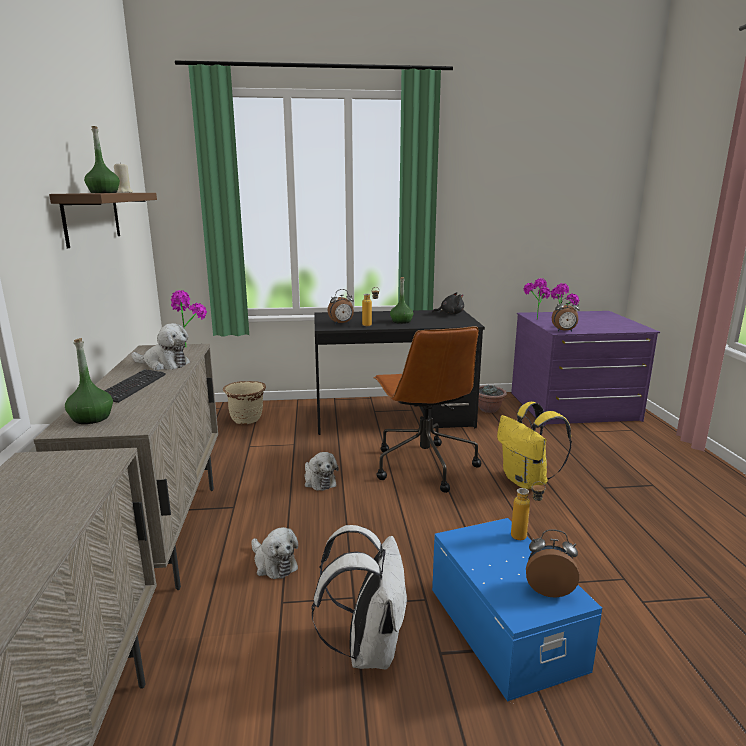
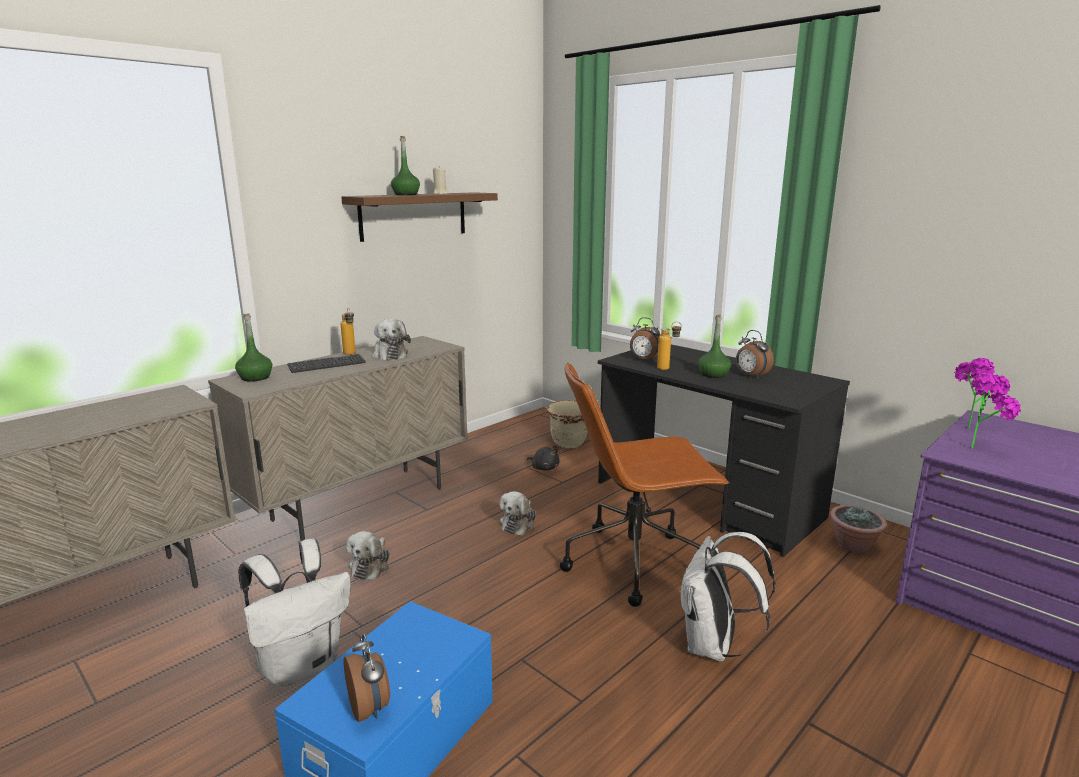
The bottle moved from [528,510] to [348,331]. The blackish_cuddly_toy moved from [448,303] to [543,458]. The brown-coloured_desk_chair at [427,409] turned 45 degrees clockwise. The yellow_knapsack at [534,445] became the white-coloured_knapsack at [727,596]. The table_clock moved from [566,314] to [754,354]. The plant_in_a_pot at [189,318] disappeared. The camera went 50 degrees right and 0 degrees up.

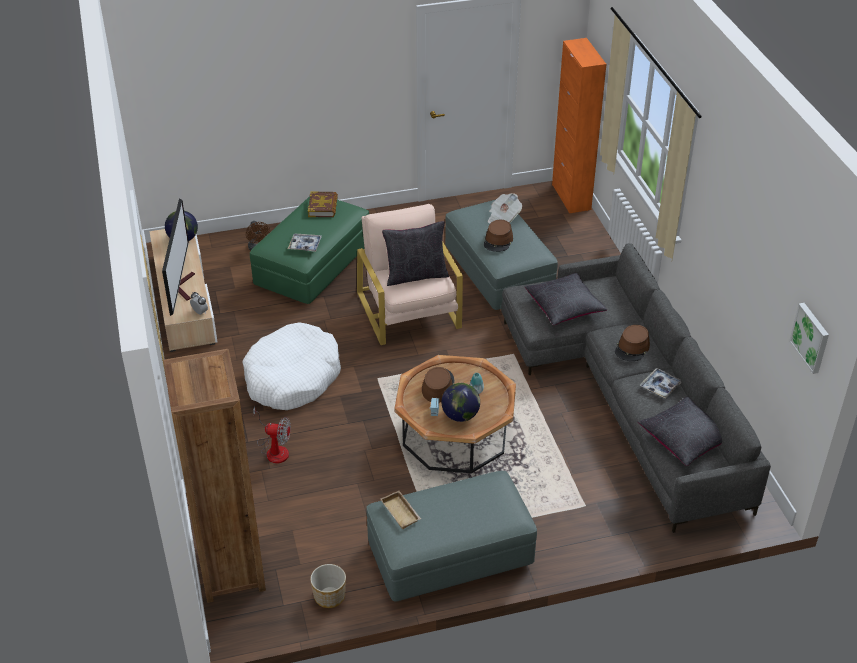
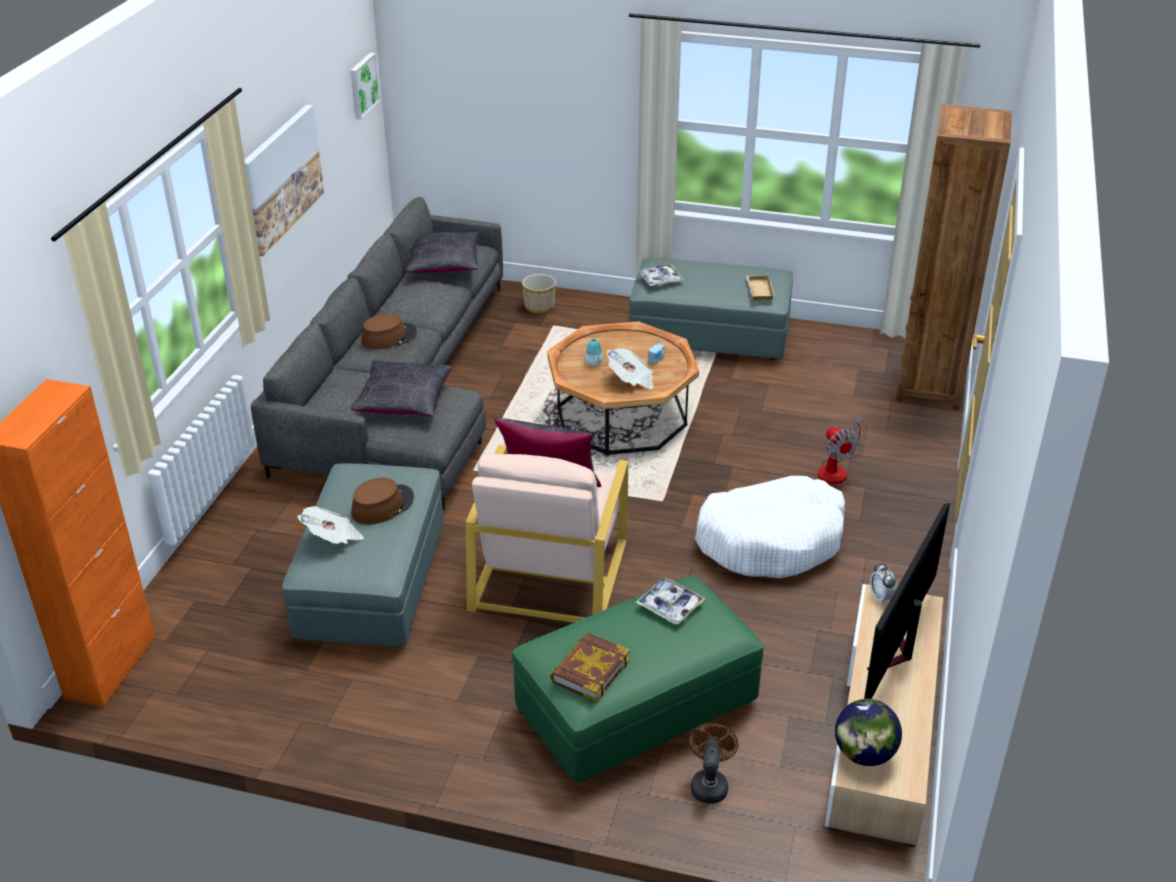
The picture at [284,180] appeared. The flower_pot moved from [328,586] to [539,294]. The brown-coloured_clothing_hat at [438,385] was replaced by the printed_paper at [630,368]. The carrying_tray moved from [661,383] to [660,274]. The fan at [272,434] turned 150 degrees counterclockwise. The world_globe at [461,402] disappeared. The camera went 150 degrees left and 5 degrees down.

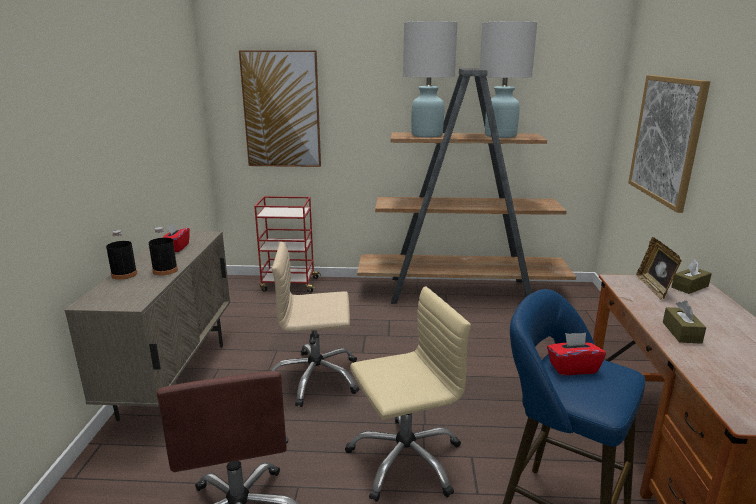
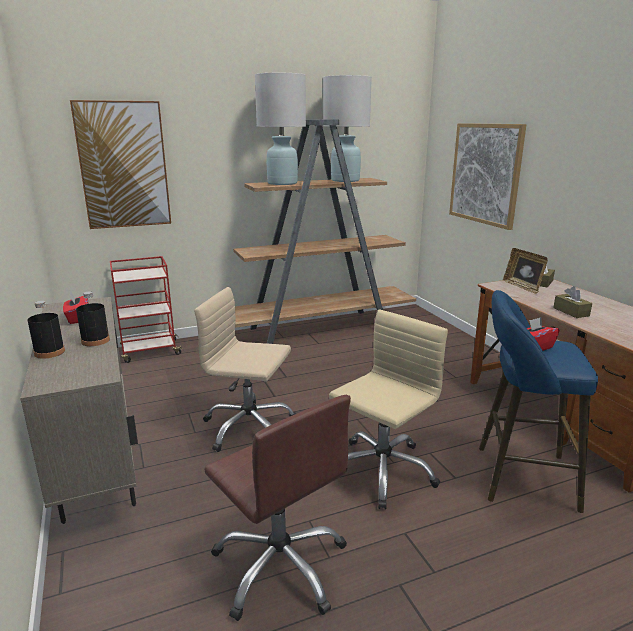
The beige_desk_chair at [315,324] turned 45 degrees clockwise. The camera went 25 degrees left and 0 degrees up.

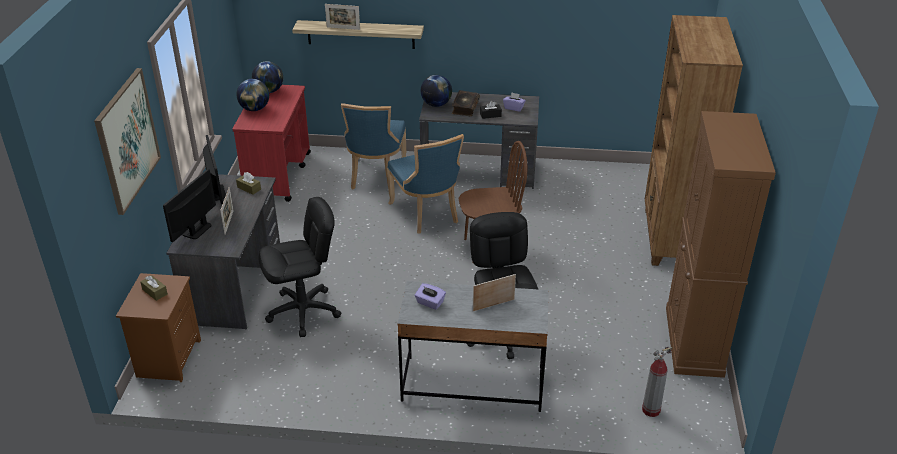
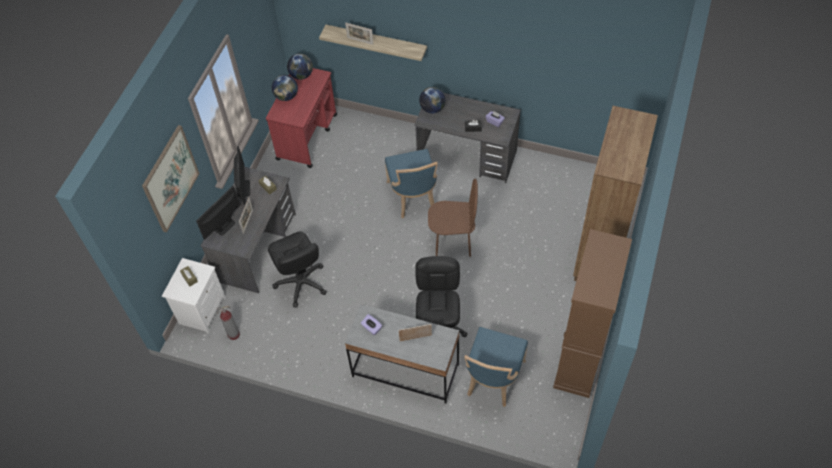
The brown-coloured_night_table at [158,327] became the white-coloured_night_table at [194,295]. The extinguisher moved from [657,382] to [228,322]. The blackish_desk_chair at [299,267] turned 75 degrees clockwise. The blue-coloured_upright_chair moved from [373,146] to [496,367]. The bound_book at [466,103] disappeared. The camera went 15 degrees right and 20 degrees up.

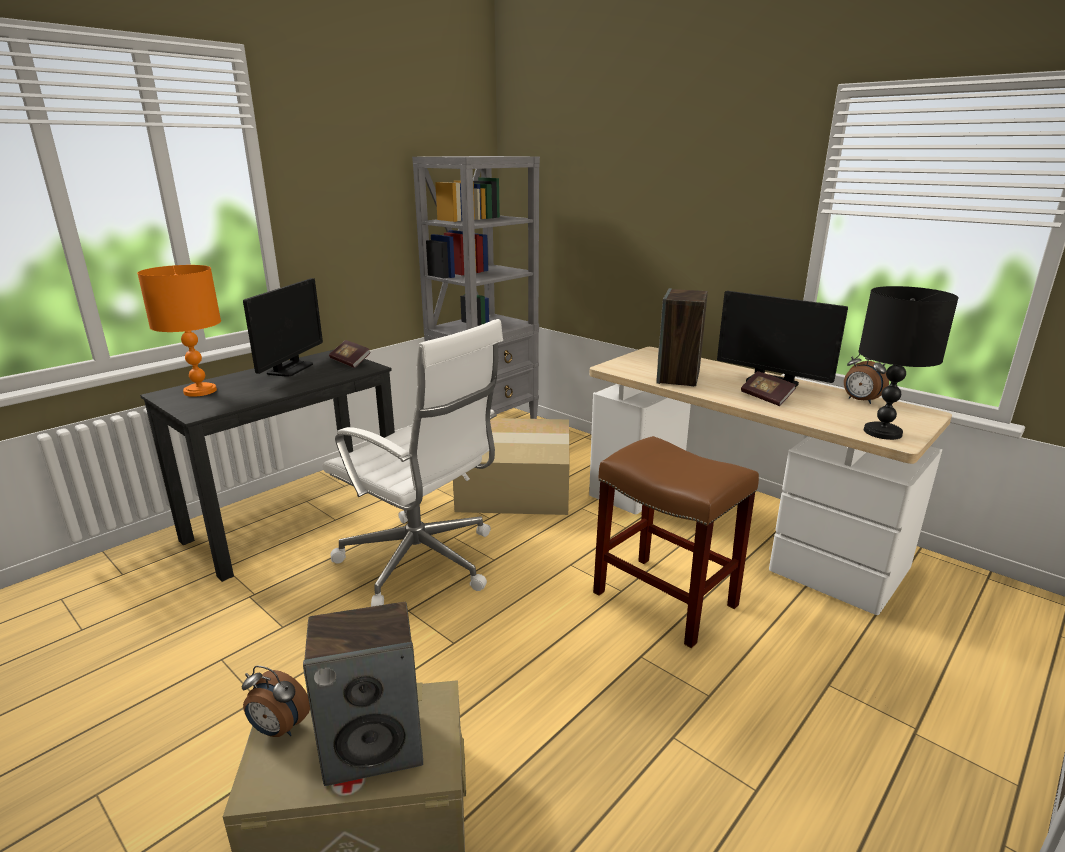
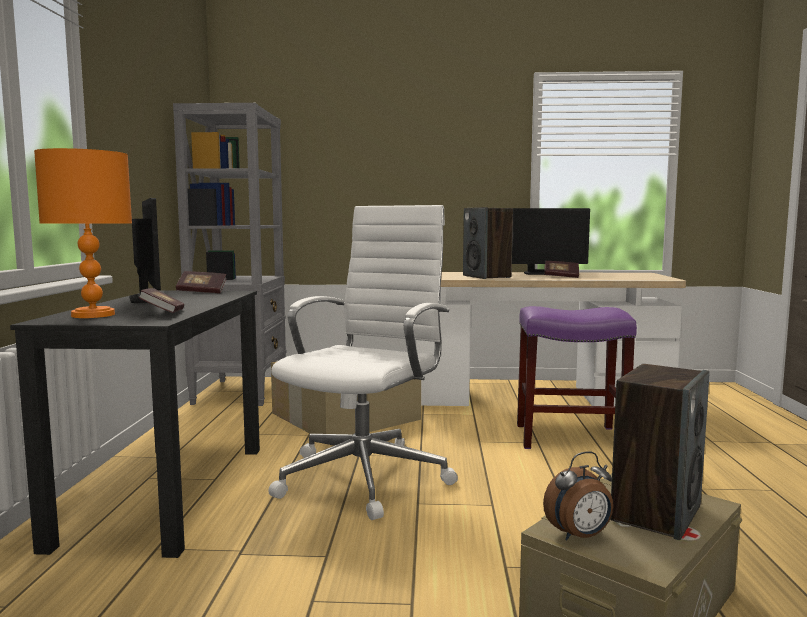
The bound_book at [161,300] appeared. The white-coloured_desk_chair at [413,463] turned 60 degrees counterclockwise. The brown-coloured_stool_seat at [676,542] became the purplish_stool_seat at [577,377]. The table_clock at [866,378] disappeared. The blackish_lamp_for_a_table at [908,363] disappeared. The camera went 40 degrees left and 15 degrees down.

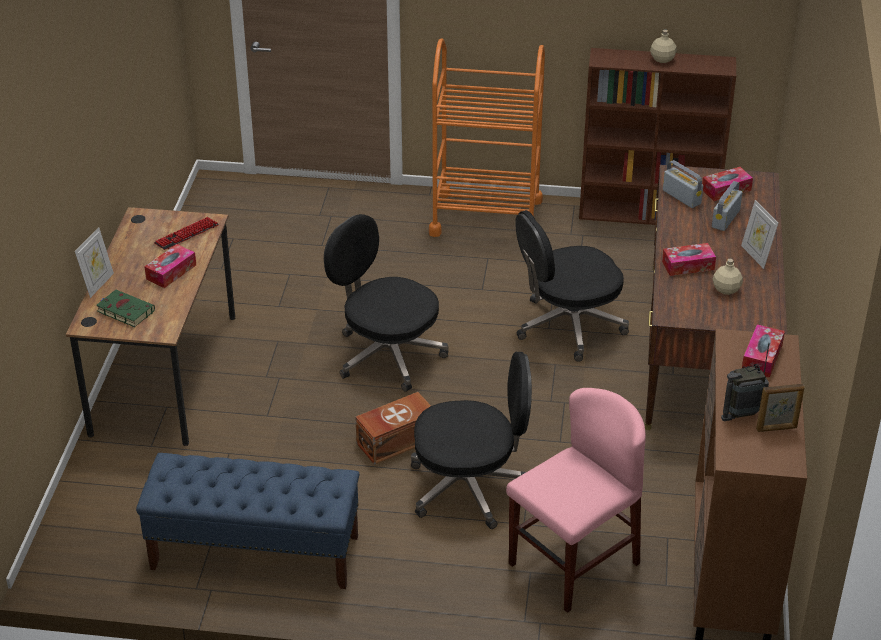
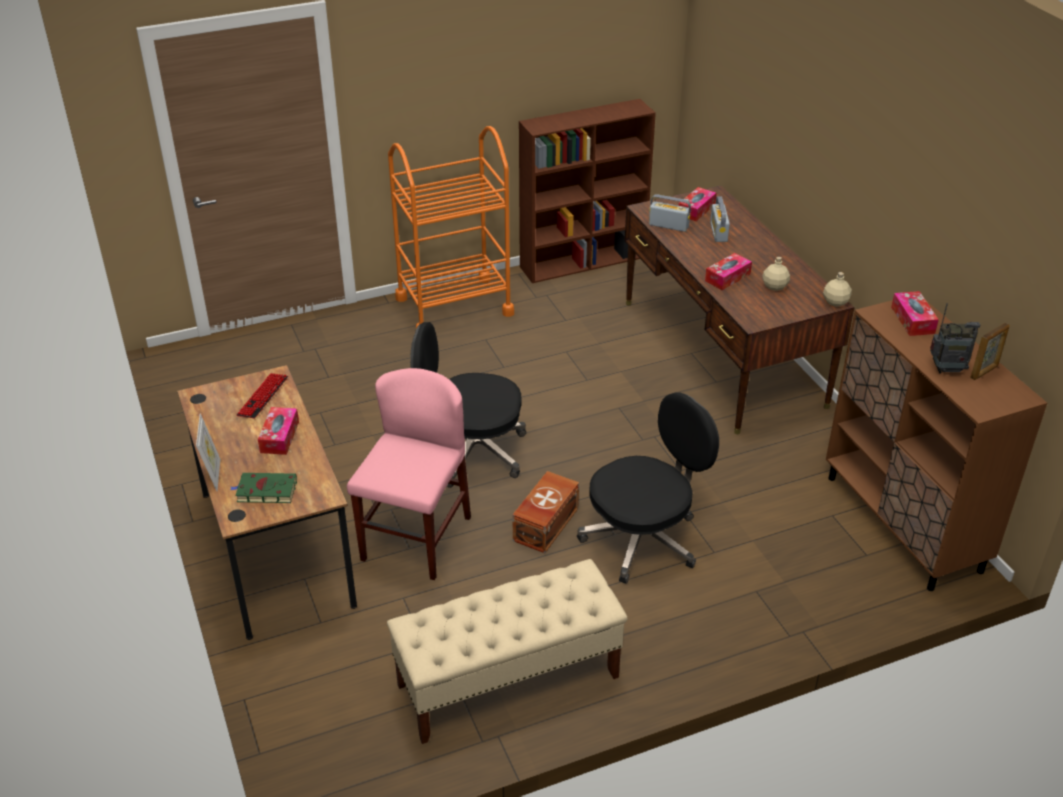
The pinkish_upright_chair moved from [576,500] to [409,474]. The blue-coloured_long_seat at [247,521] became the beige_long_seat at [507,651]. The beige_bottle moved from [663,46] to [837,289]. The radio_set at [745,382] turned 135 degrees counterclockwise. The blackish_desk_chair at [572,286] disappeared. The photo_frame at [759,234] disappeared. The camera went 30 degrees left and 0 degrees up.

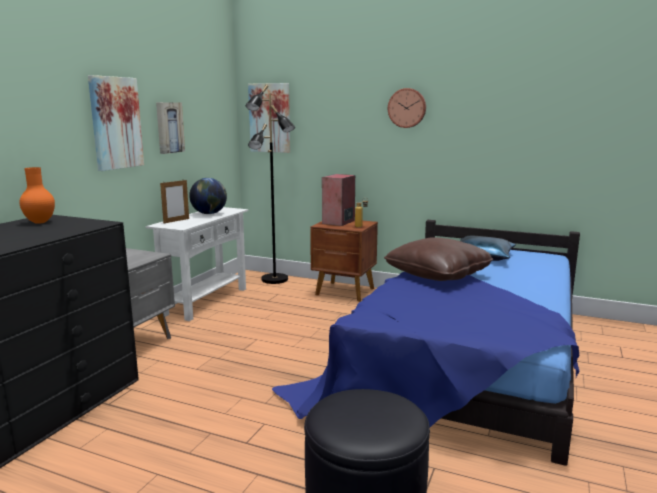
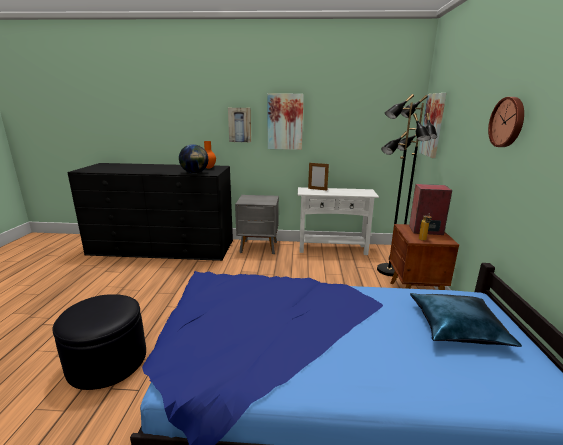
The world_globe moved from [208,196] to [193,158]. The picture moved from [170,128] to [239,125]. The blackish_floor_lamp at [404,185] appeared. The brown-coloured_pillow at [438,259] disappeared. The camera went 70 degrees right and 5 degrees up.

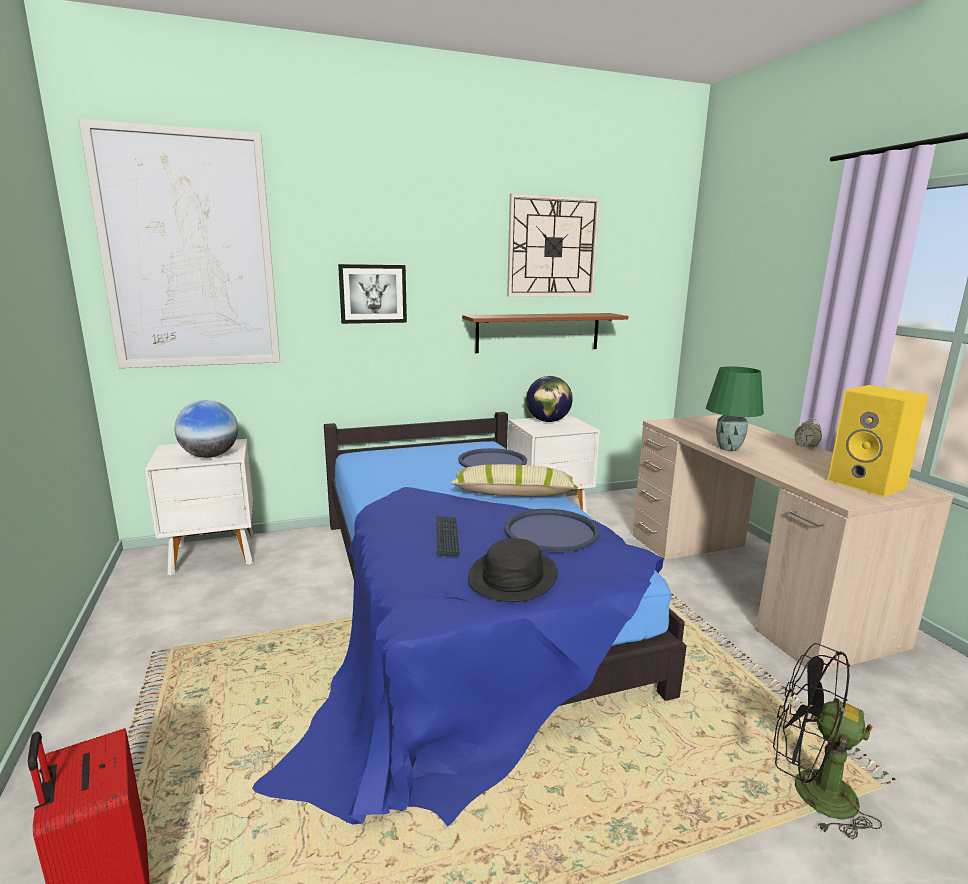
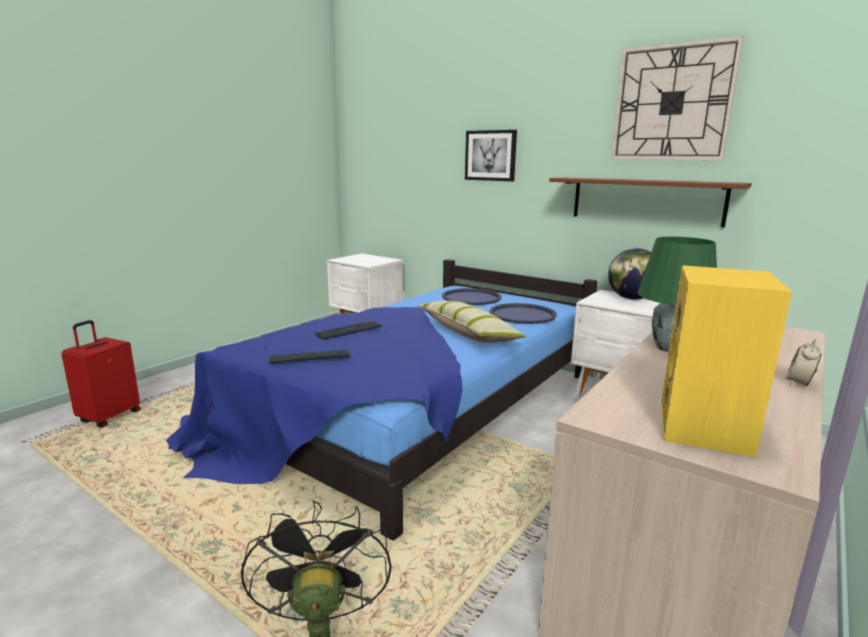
The blackish_clothing_hat at [513,570] was replaced by the PC_keyboard at [309,356]. The blue-coloured_carrying_tray moved from [552,530] to [471,296]. The picture at [179,243] disappeared. The world_globe at [206,429] disappeared. The camera went 55 degrees right and 0 degrees up.

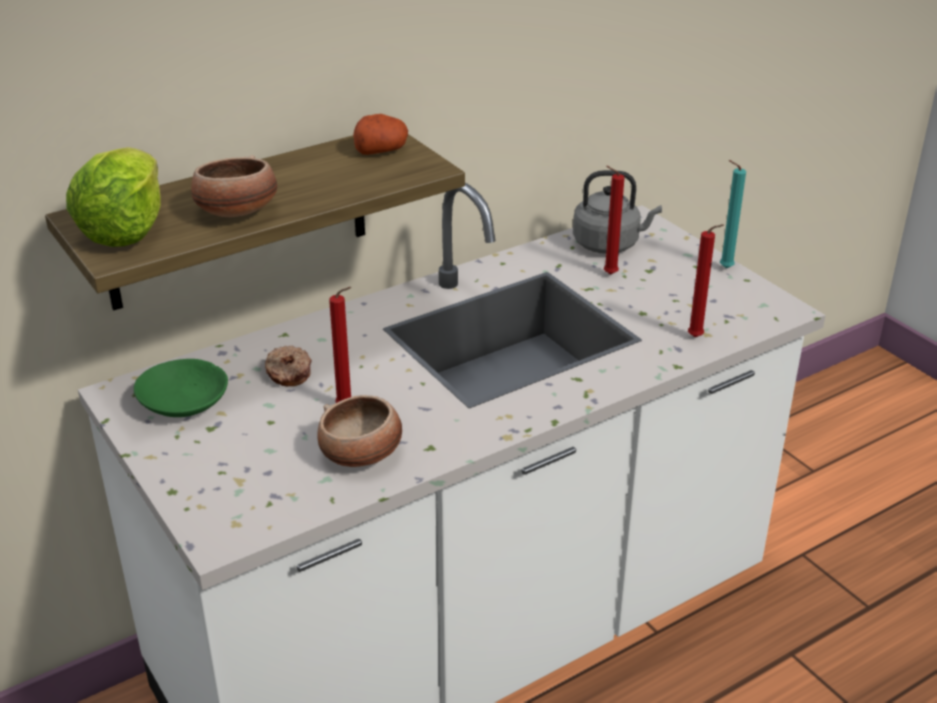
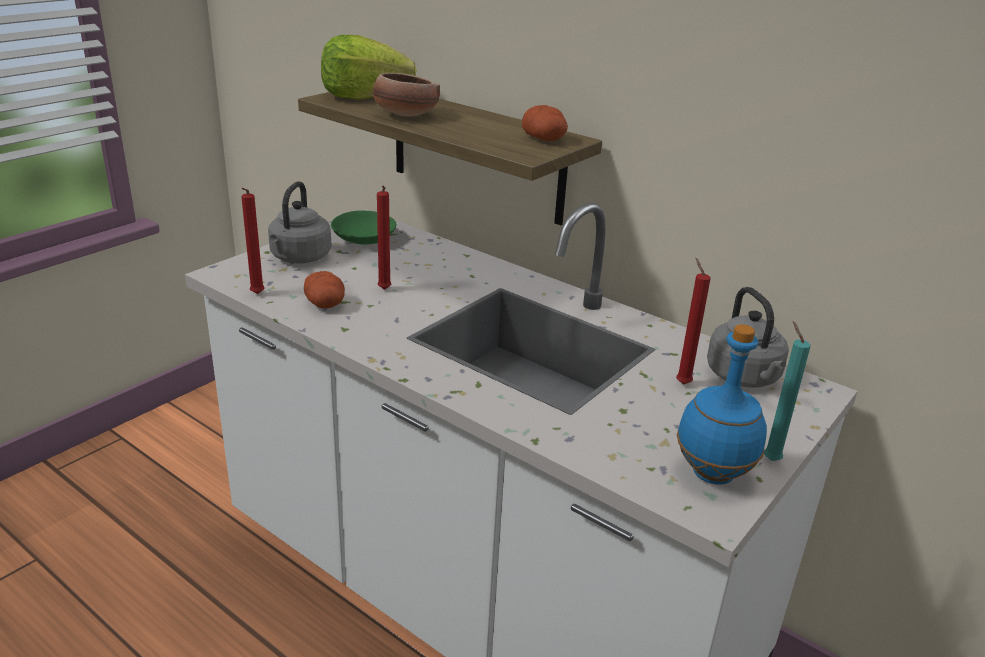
The reddish_wax_candle moved from [706,280] to [253,241]. The greyish_water_kettle at [300,222] appeared. The bowl at [359,431] was replaced by the whole_potato at [324,290]. The blue-coloured_bottle at [722,404] appeared. The ring_doughnut at [288,366] disappeared. The camera went 70 degrees right and 5 degrees down.

